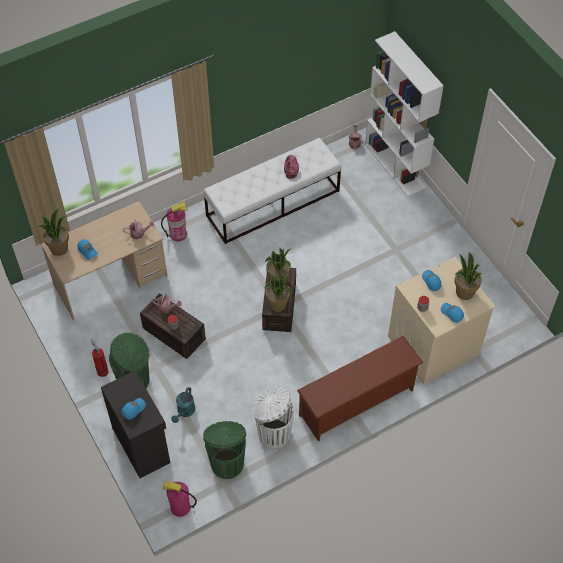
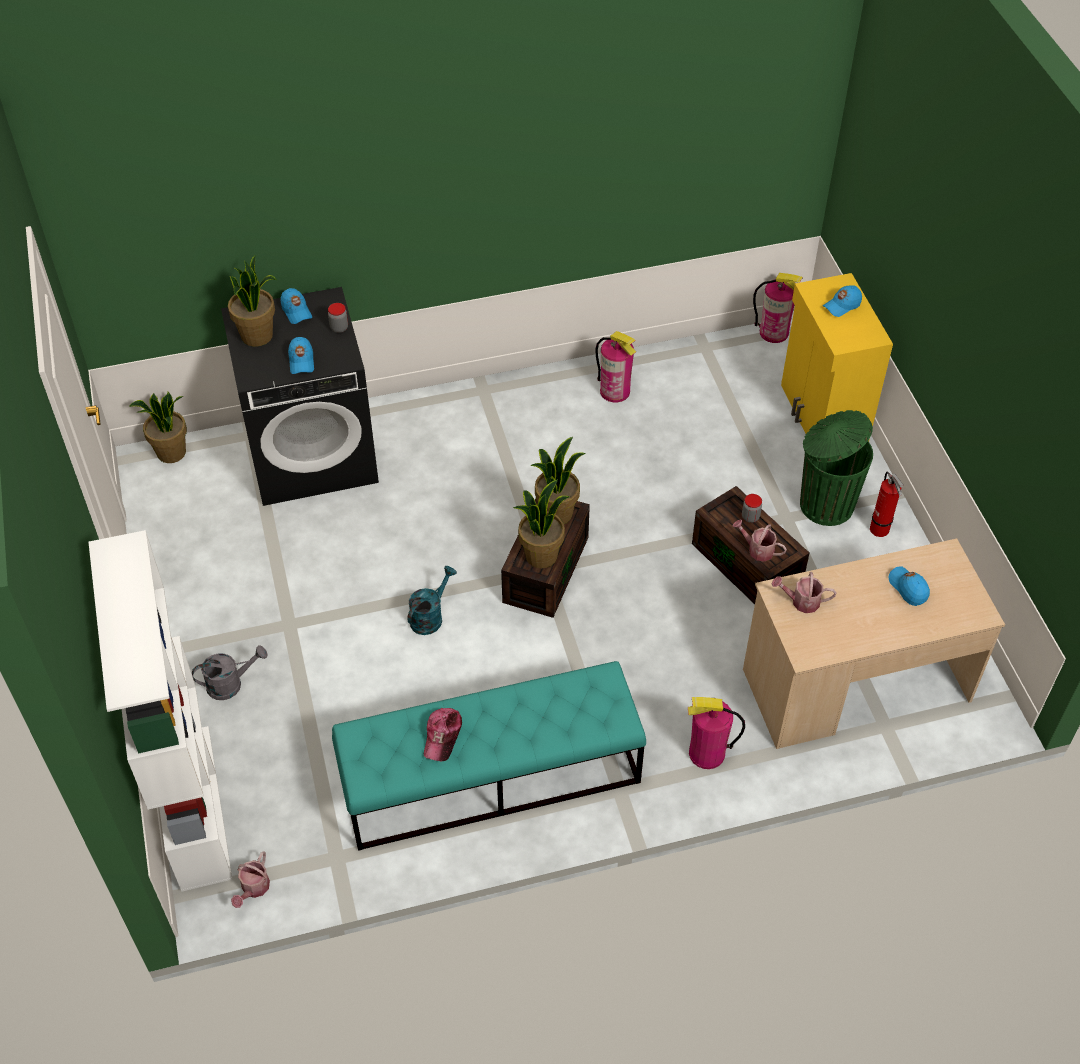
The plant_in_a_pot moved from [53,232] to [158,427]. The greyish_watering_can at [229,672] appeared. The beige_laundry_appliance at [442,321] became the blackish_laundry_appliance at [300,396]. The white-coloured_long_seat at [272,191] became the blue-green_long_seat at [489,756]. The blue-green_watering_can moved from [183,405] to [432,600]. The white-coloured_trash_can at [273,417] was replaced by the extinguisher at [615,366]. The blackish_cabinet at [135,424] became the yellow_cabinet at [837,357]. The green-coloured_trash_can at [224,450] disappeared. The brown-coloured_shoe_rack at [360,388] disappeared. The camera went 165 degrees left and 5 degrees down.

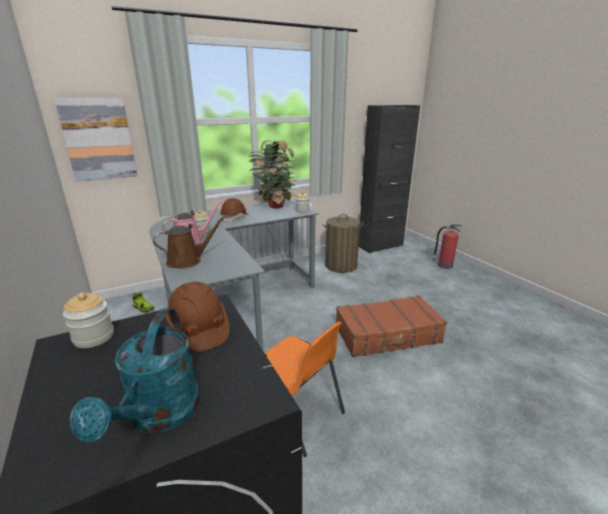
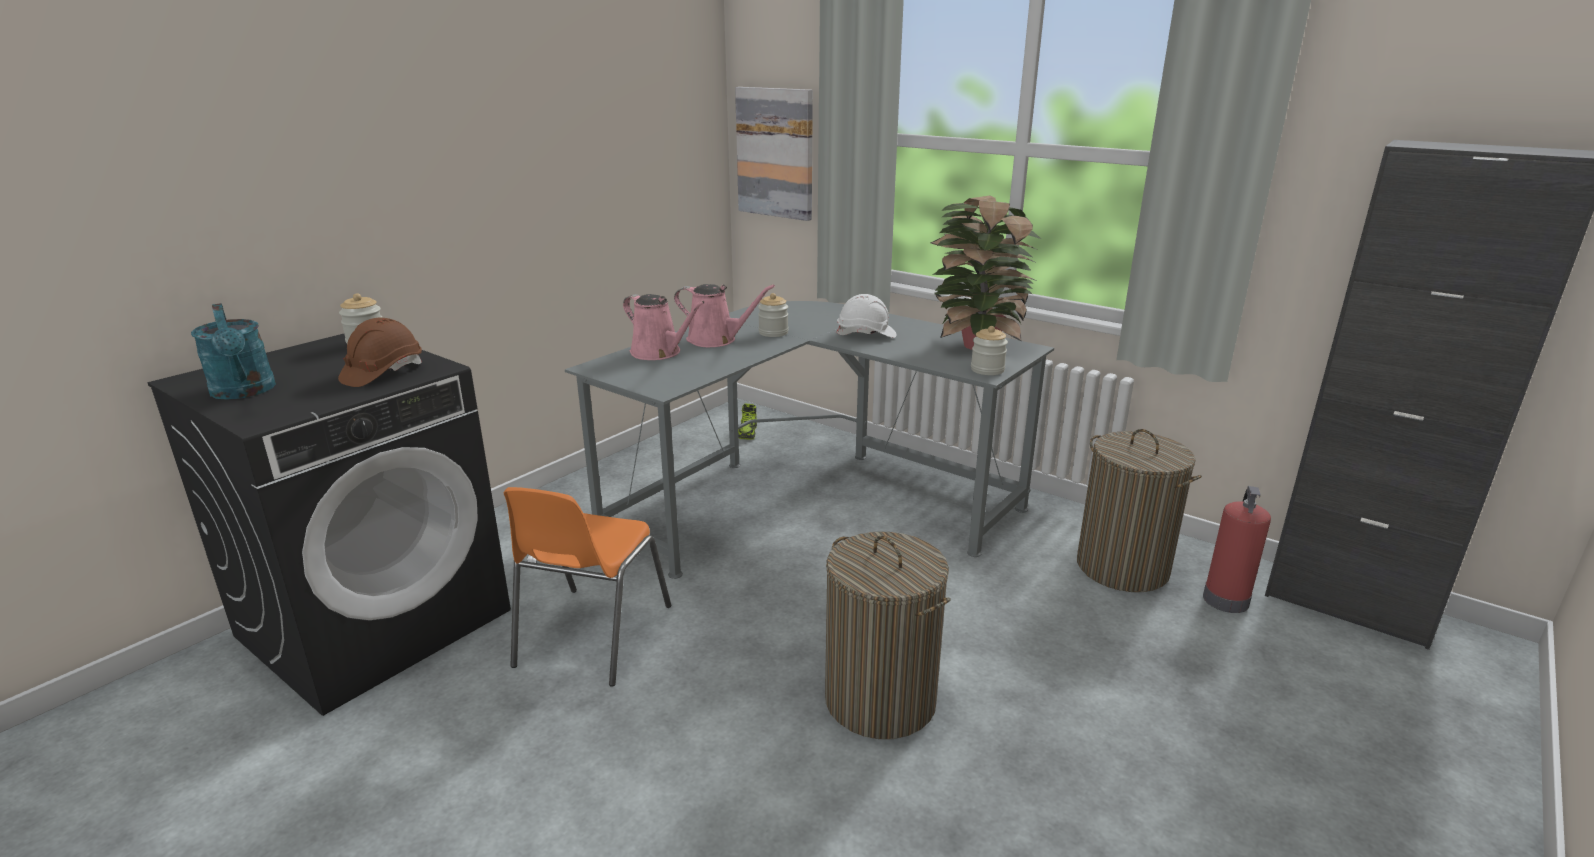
The blue-green_watering_can at [134,375] turned 105 degrees counterclockwise. The brown-coloured_watering_can at [189,242] became the pinkish_watering_can at [664,327]. The brown-coloured_travel_case at [391,326] was replaced by the laundry_basket at [888,635]. The brown-coloured_safety_helmet at [234,210] became the white-coloured_safety_helmet at [866,316]. The extinguisher moved from [447,246] to [1237,549]. The camera went 65 degrees right and 0 degrees up.

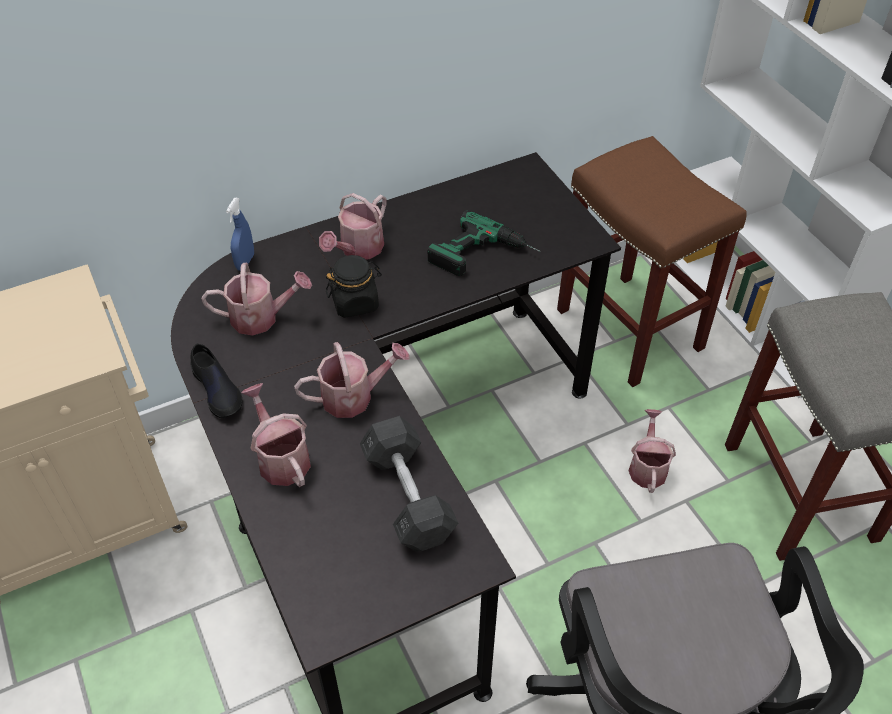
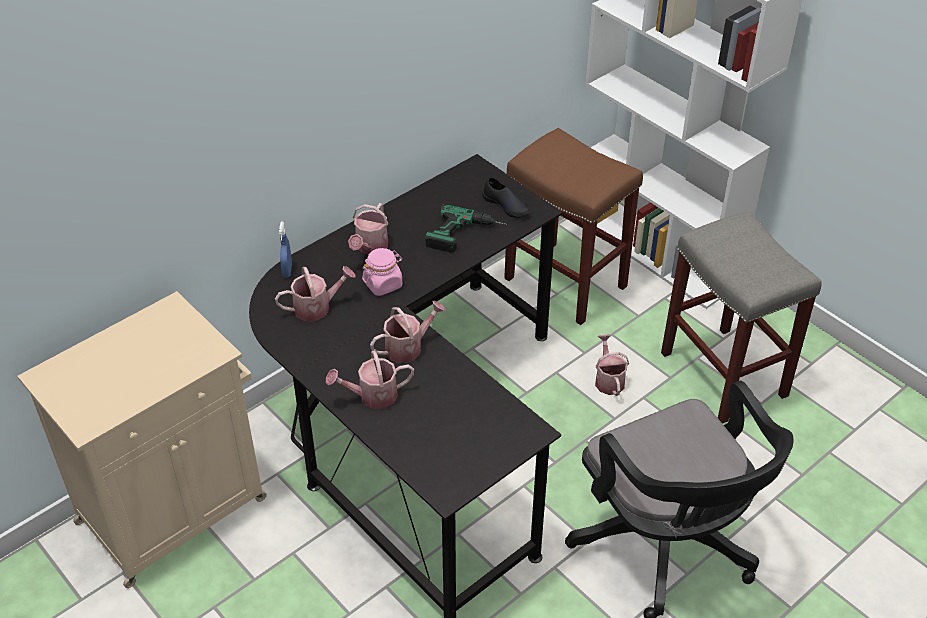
The watering_can at [276,435] turned 60 degrees counterclockwise. The blackish_jar at [354,286] became the pinkish_jar at [382,272]. The blackish_shoe moved from [216,380] to [506,197]. The greyish_hand_weight at [409,484] disappeared. The camera went 15 degrees left and 5 degrees down.

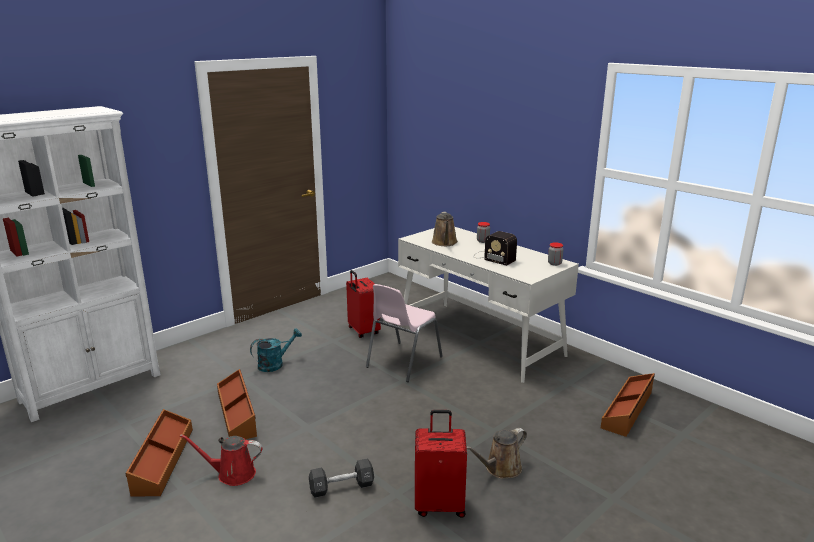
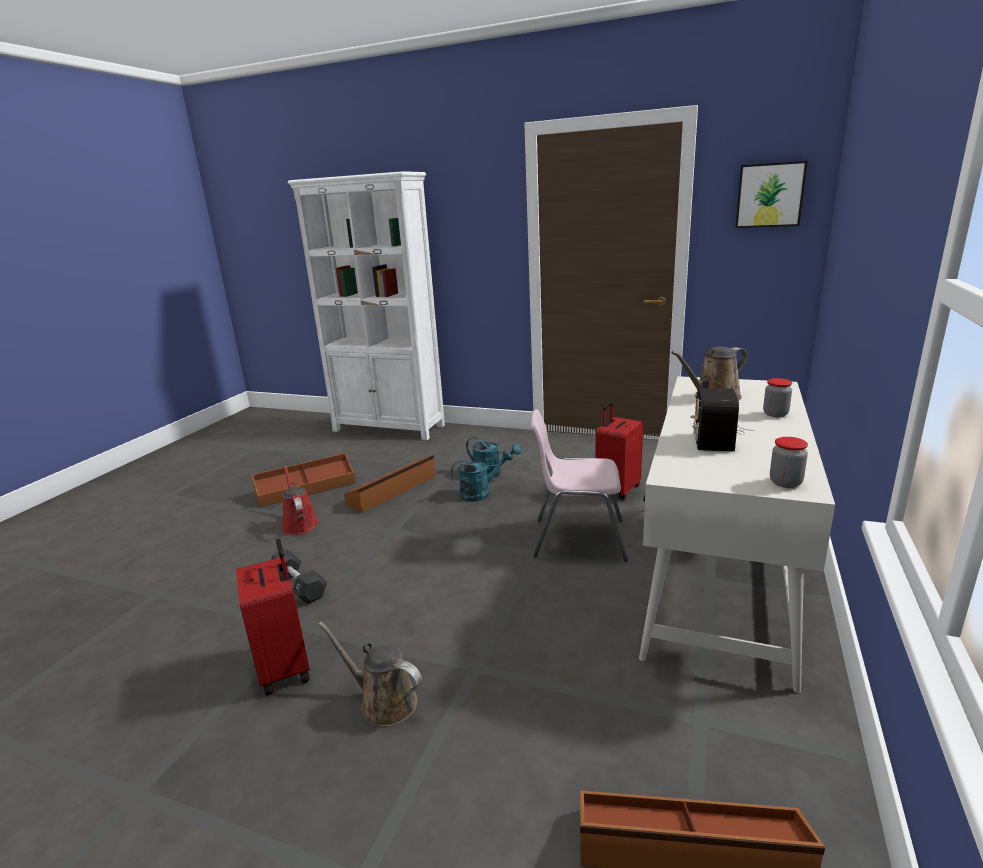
The blue-green_watering_can at [482,476] appeared. The picture at [771,194] appeared. The camera went 65 degrees right and 0 degrees up.

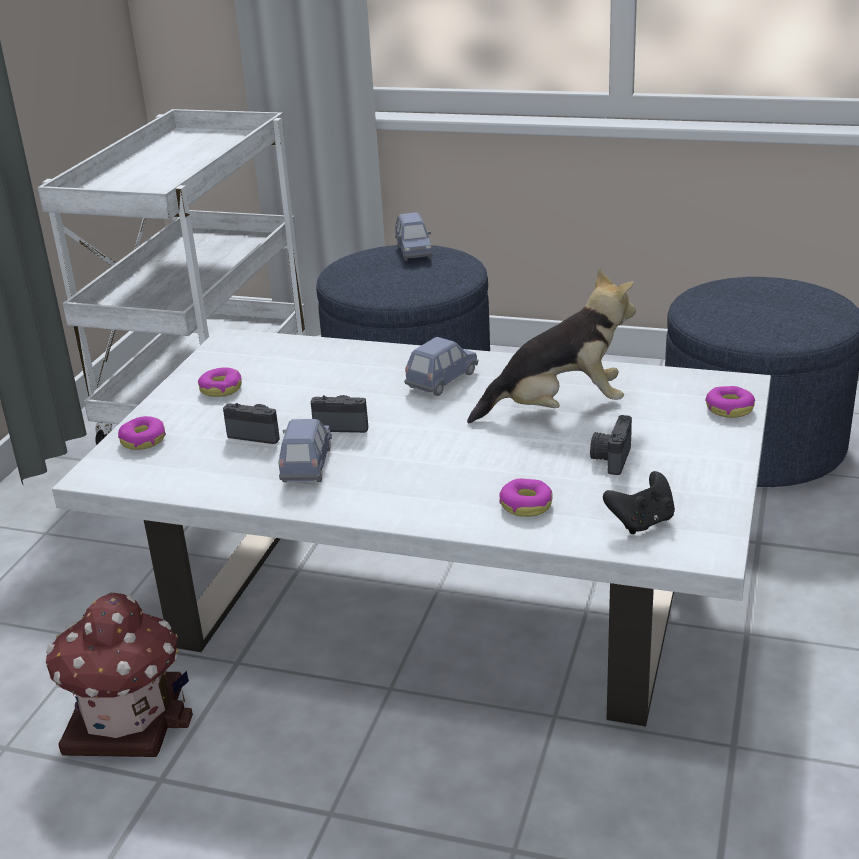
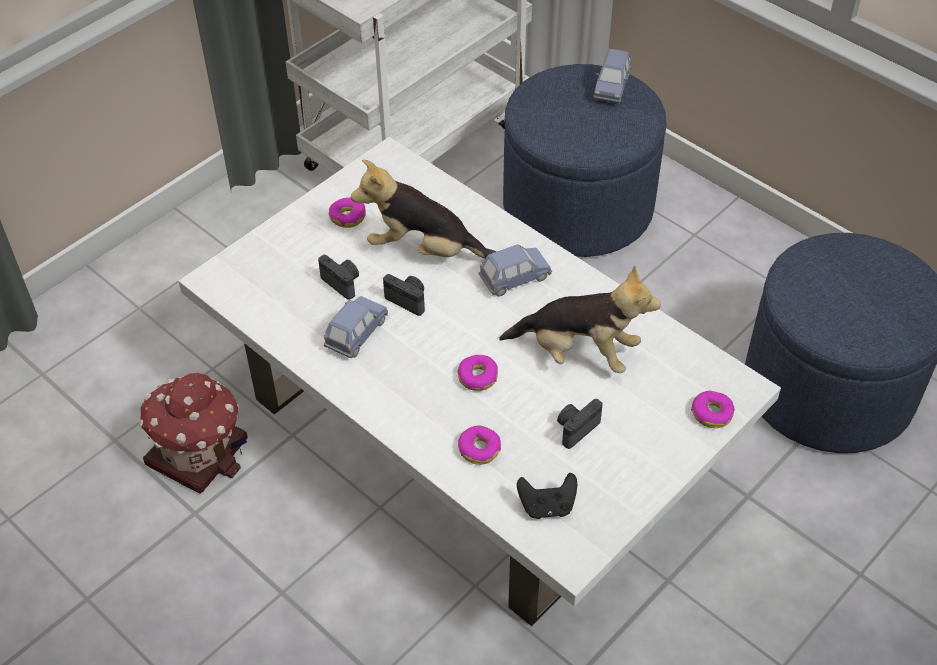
The cuddly_toy at [423,209] appeared. The ring_doughnut moved from [142,433] to [478,373]. The camera went 25 degrees right and 20 degrees up.

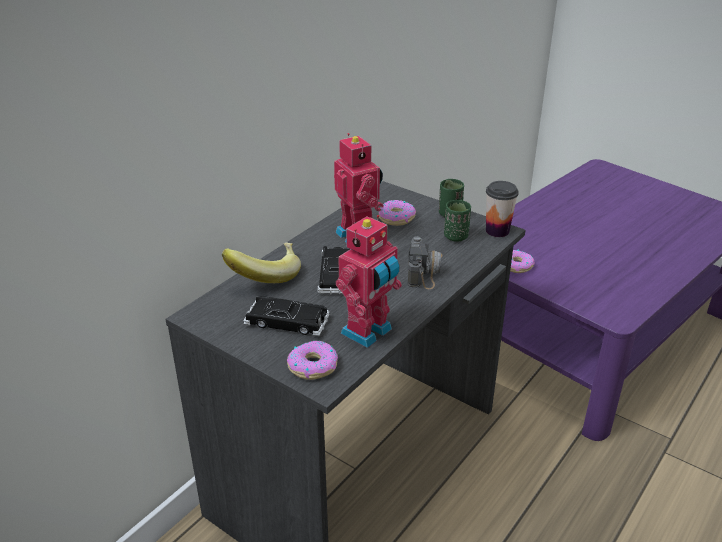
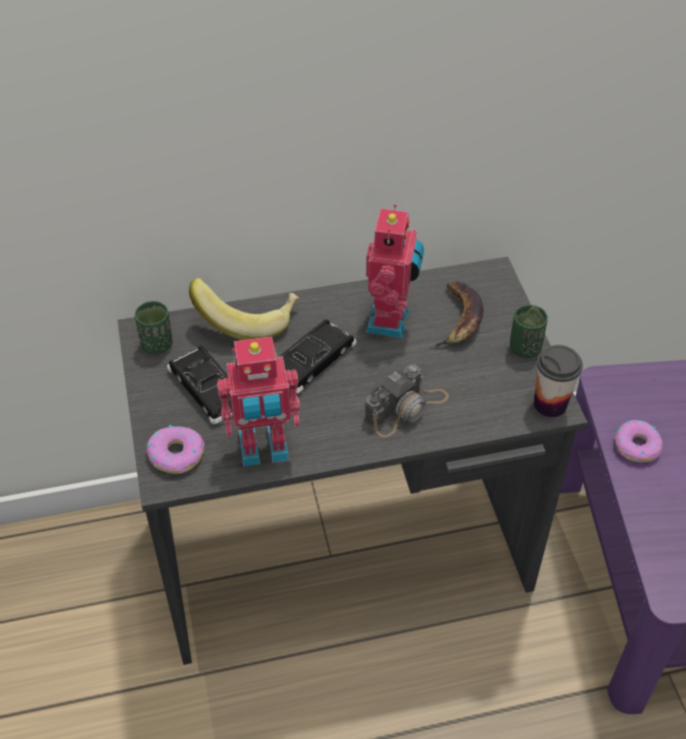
The green-coloured_cup moved from [457,221] to [154,327]. The ring_doughnut at [397,213] was replaced by the banana_fruit at [456,315]. The camera went 40 degrees right and 15 degrees up.

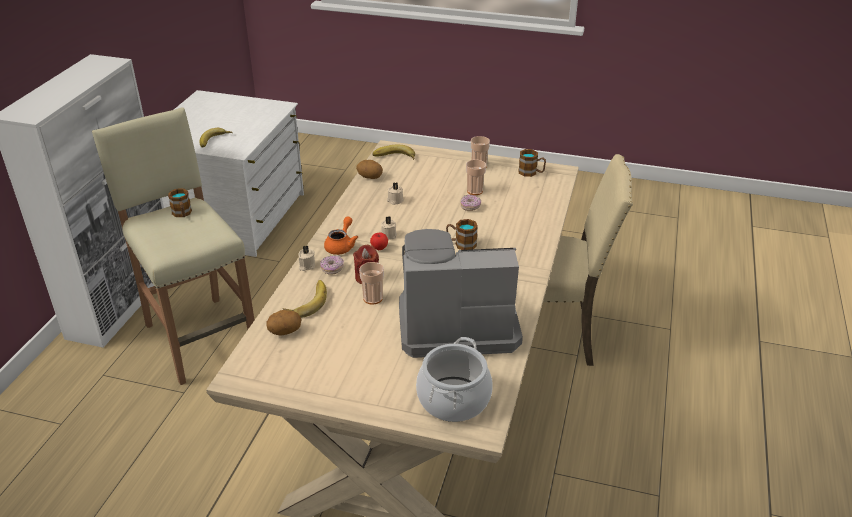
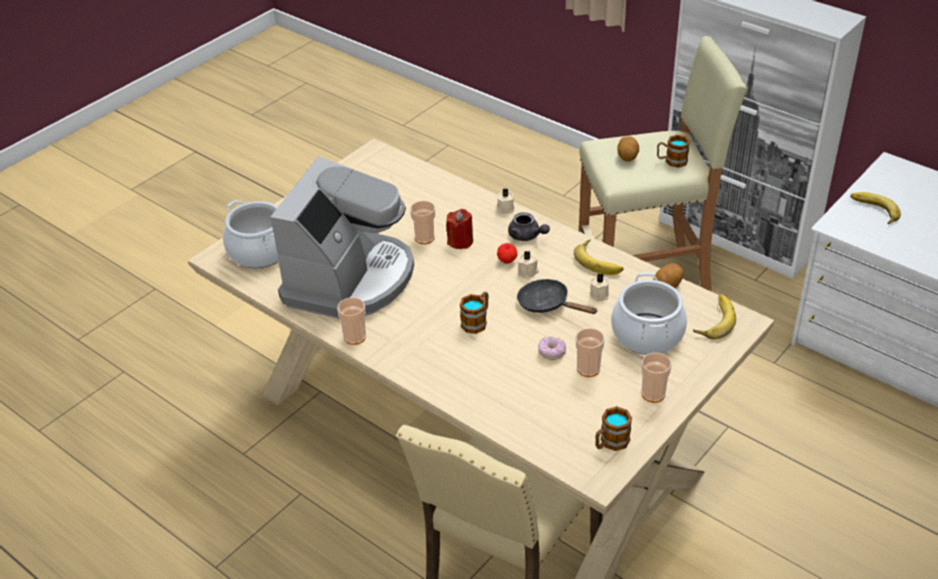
The cup at [351,321] appeared. The orangey_pot_for_tea at [341,235] became the greyish_pot_for_tea at [529,226]. The blackish_skillet at [557,296] appeared. The banana_fruit moved from [305,299] to [598,257]. The saucepot at [649,313] appeared. The whole_potato moved from [283,323] to [628,149]. The ring_doughnut at [332,265] disappeared. The camera went 115 degrees right and 5 degrees up.

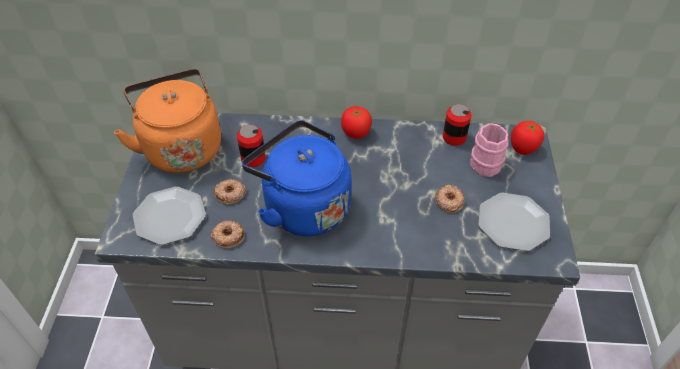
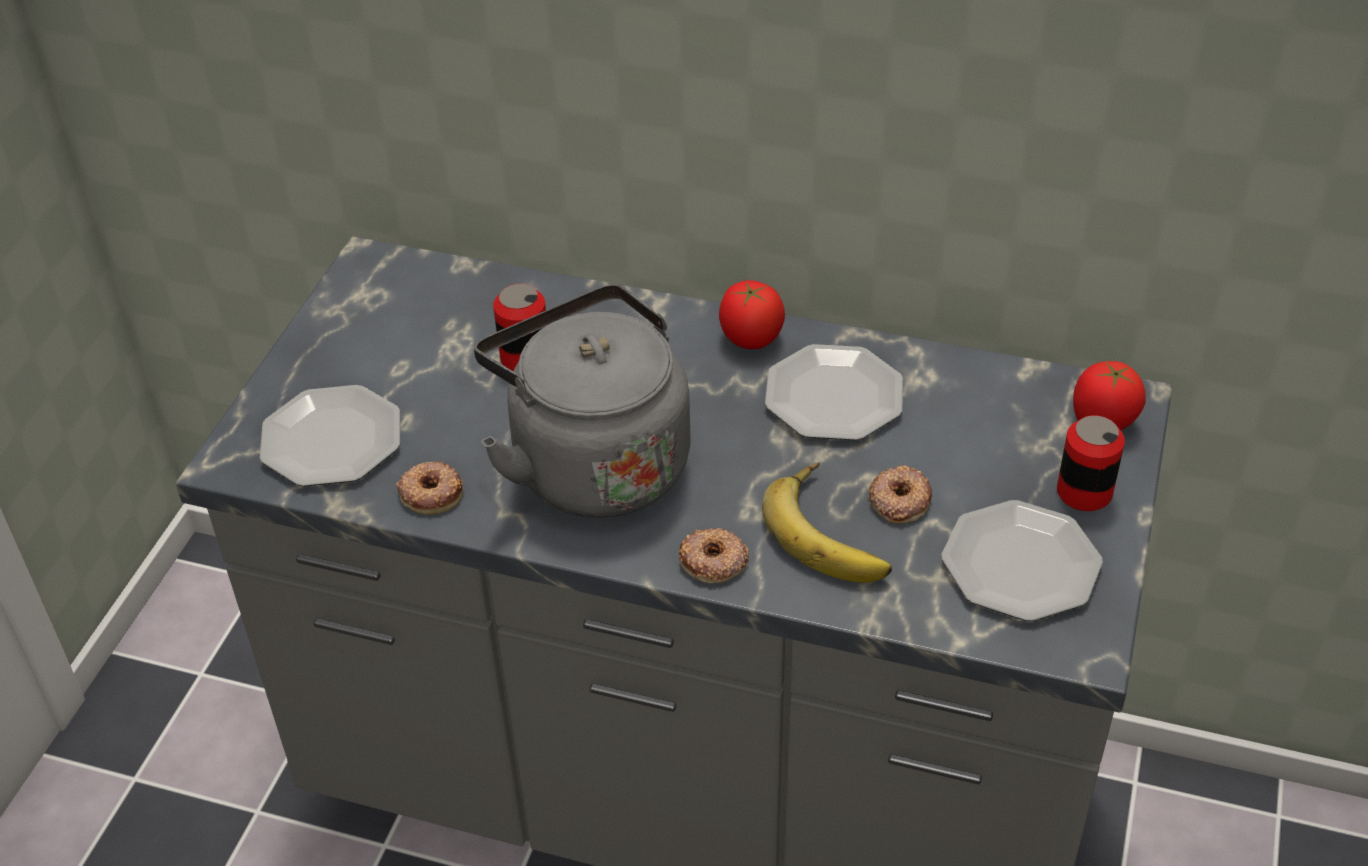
The blue-coloured_water_kettle at [296,178] became the greyish_water_kettle at [582,401]. The ring_doughnut moved from [230,191] to [714,555]. The banana_fruit at [827,522] appeared. The flat_dish at [834,392] appeared. The can moved from [457,125] to [1091,463]. The orangey_water_kettle at [167,121] disappeared. The pinkish_mug at [489,150] disappeared. The camera went 15 degrees right and 5 degrees down.

